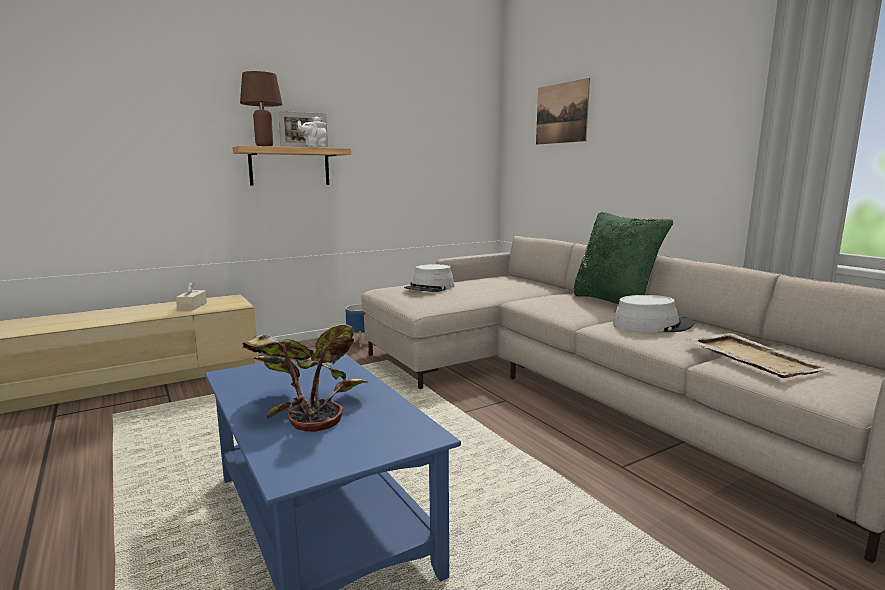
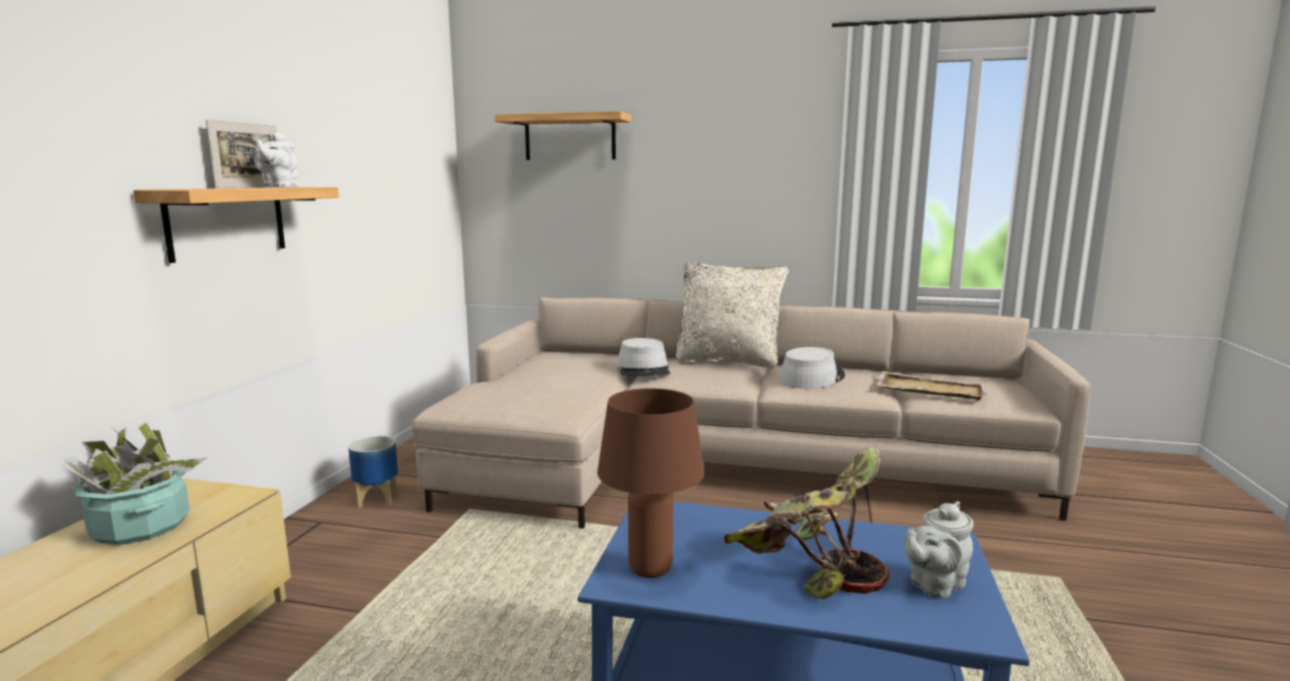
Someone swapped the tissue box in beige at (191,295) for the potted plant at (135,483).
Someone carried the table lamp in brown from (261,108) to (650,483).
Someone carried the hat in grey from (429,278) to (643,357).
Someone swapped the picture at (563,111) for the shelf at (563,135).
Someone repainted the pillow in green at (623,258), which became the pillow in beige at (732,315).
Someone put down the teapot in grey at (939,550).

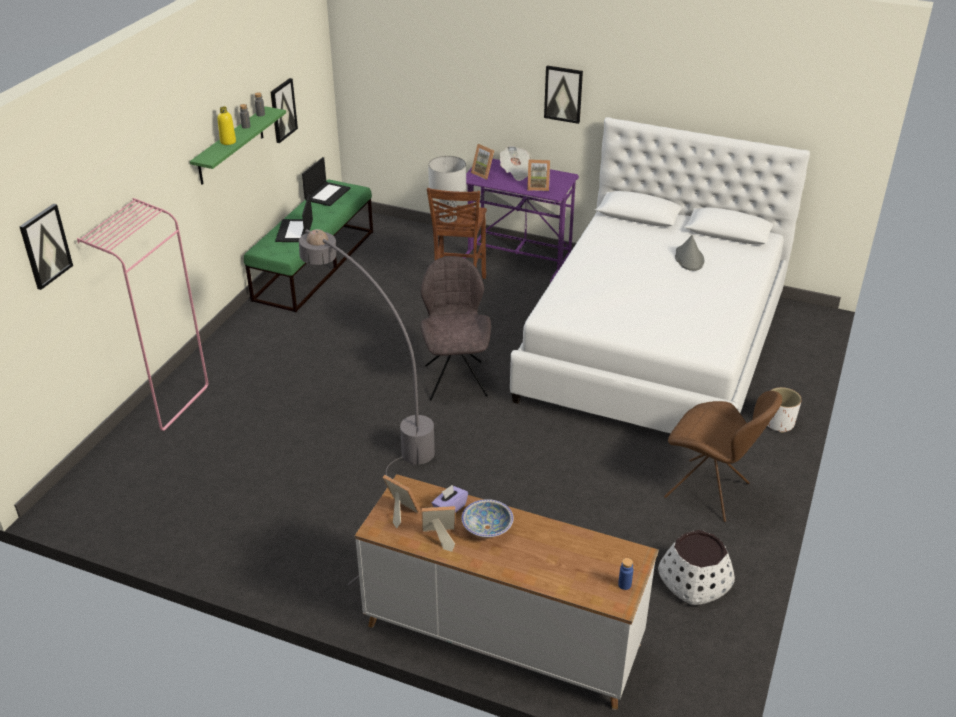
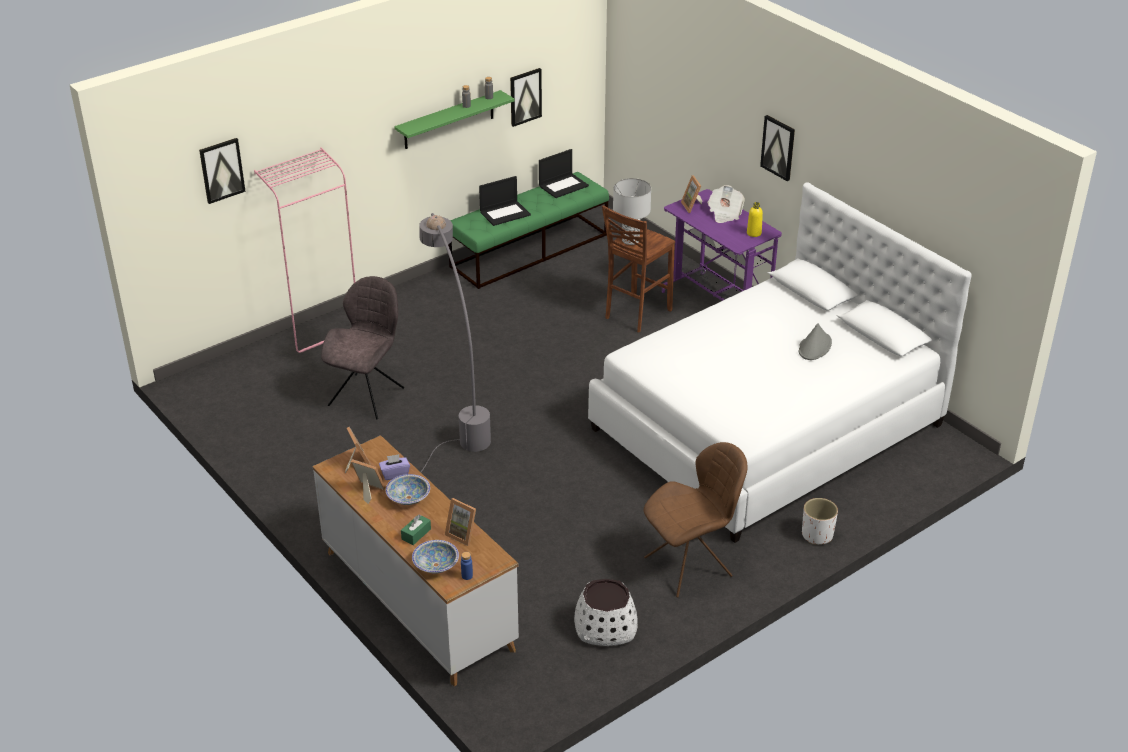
Someone carried the bottle in yellow from (227,125) to (755,219).
Someone rotated the laptop at (294,218) by 150 degrees counterclockwise.
Someone carried the chair in grey from (455,328) to (362,347).
Someone carried the picture frame from (538,175) to (460,522).
Someone rotated the chair in brown at (723,456) by 90 degrees counterclockwise.
Someone put down the tissue box in green at (416,529).
Someone put down the bowl at (435,556).

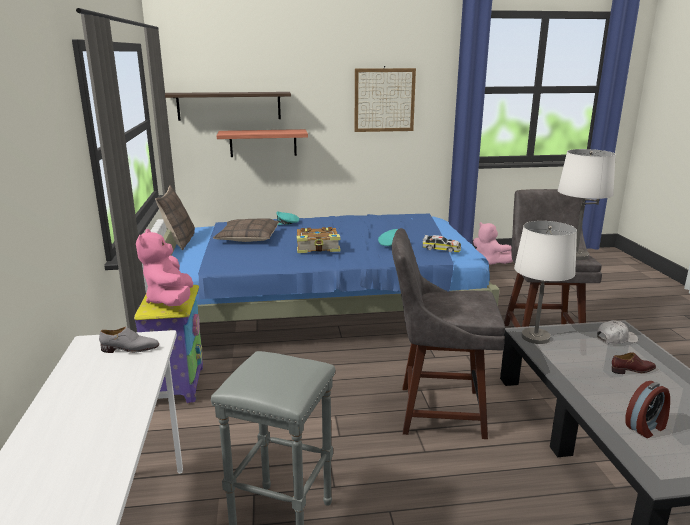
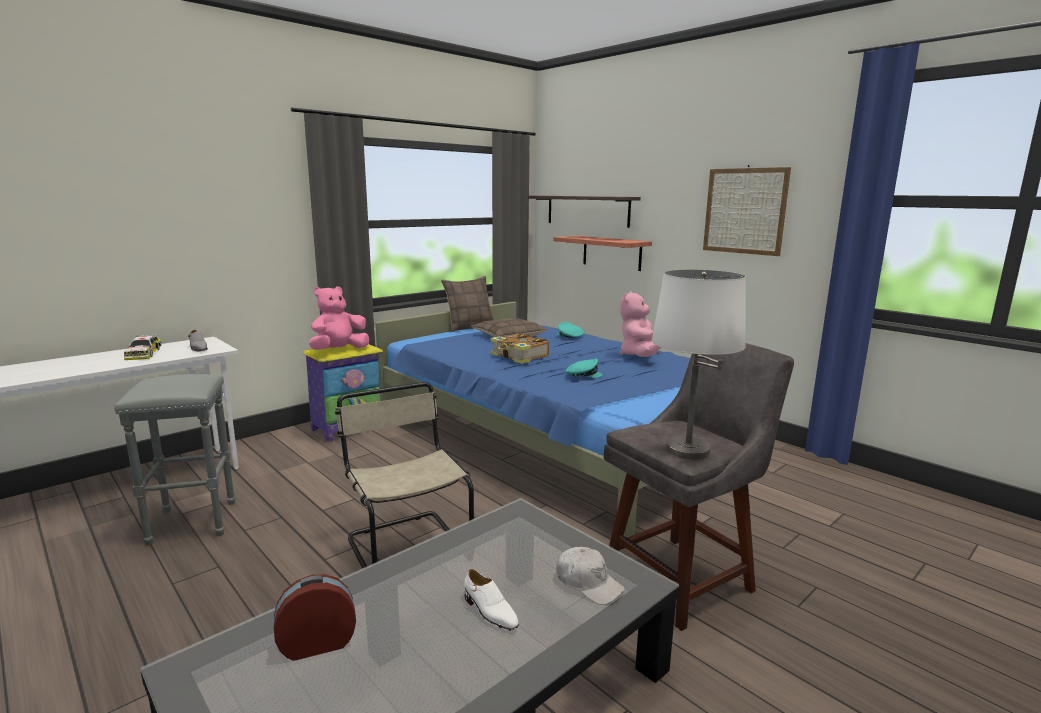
Someone swapped the stool in grey at (448,333) for the chair in beige at (404,475).
Someone carried the toy car from (442,243) to (143,347).
Someone carried the plush toy in pink from (493,243) to (640,324).
Someone took away the table lamp in white at (545,282).
Someone repainted the shoe in brown at (634,363), which became the shoe in white at (491,600).
Someone rotated the alarm clock at (647,409) by 135 degrees clockwise.

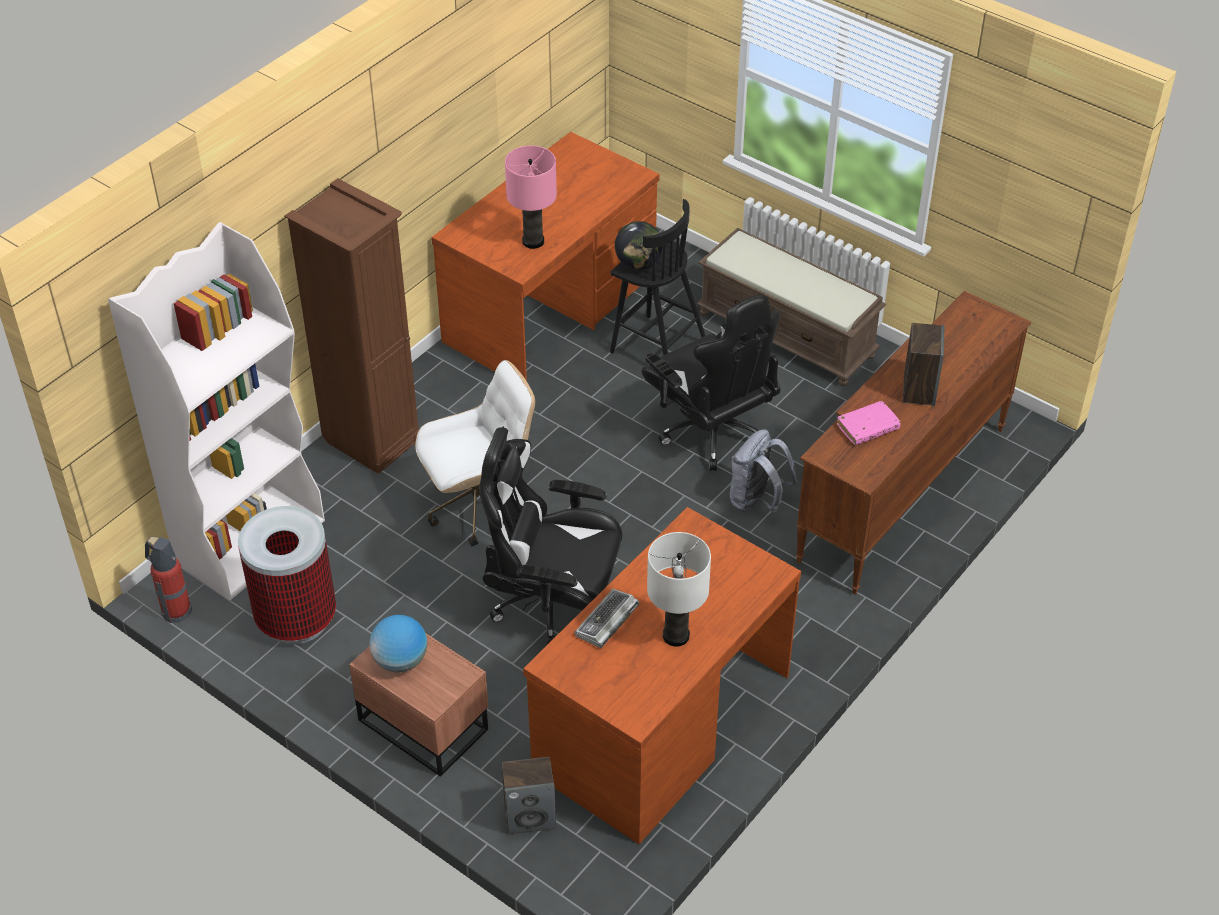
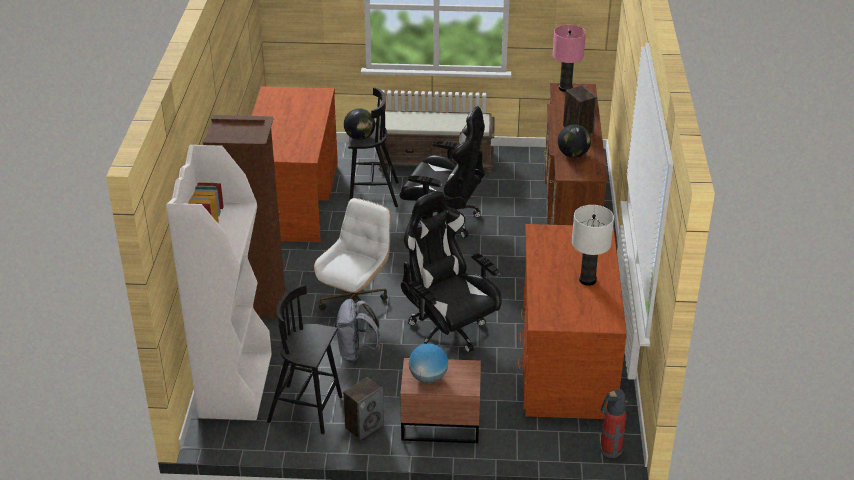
Someone carried the fire extinguisher from (168,580) to (614,423).
Someone swapped the trash can at (287,575) for the stool in black at (304,359).
Someone rotated the office chair in black at (551,535) by 75 degrees clockwise.
Someone carried the speaker from (529,795) to (363,408).
Someone carried the table lamp in pink from (531,197) to (569,58).
Someone took away the keyboard at (607,618).
Someone carried the backpack in grey from (764,471) to (358,330).
Someone swapped the book in pink at (869,423) for the globe at (574,141).

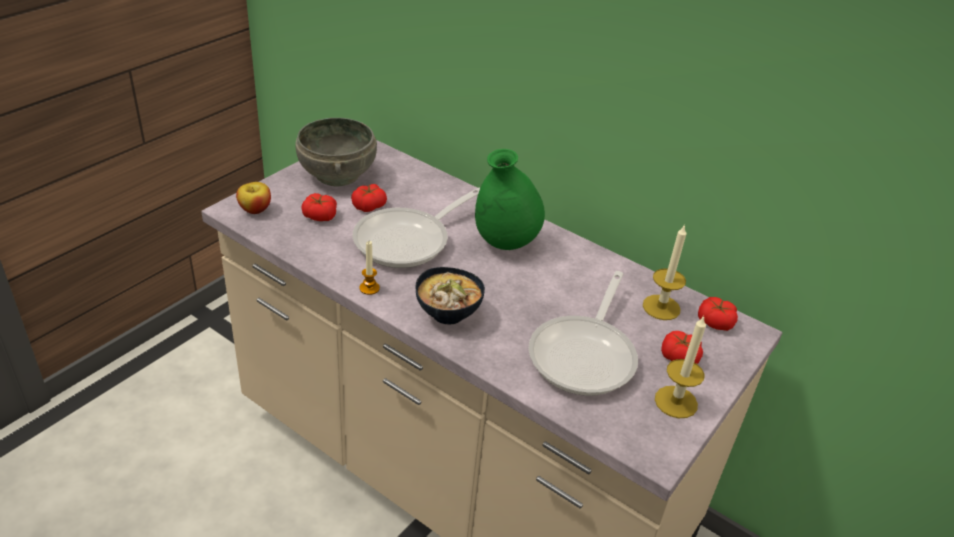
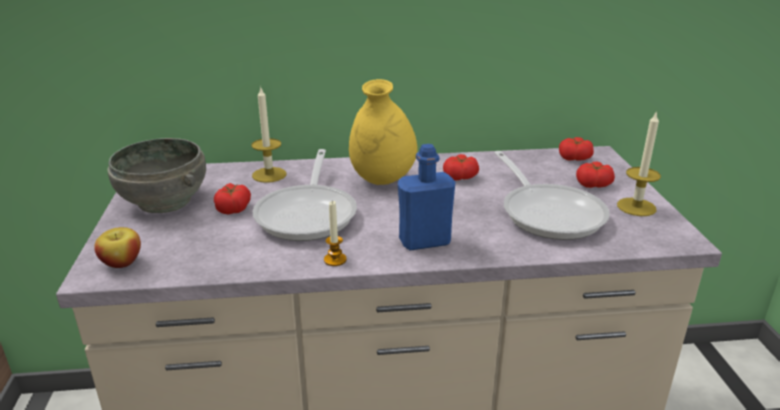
Someone carried the tomato from (319,207) to (461,167).
Someone swapped the bowl at (450,296) for the bottle in blue at (426,197).
Someone repainted the vase in green at (510,199), which became the vase in yellow at (383,132).
Someone carried the candle from (665,272) to (268,134).

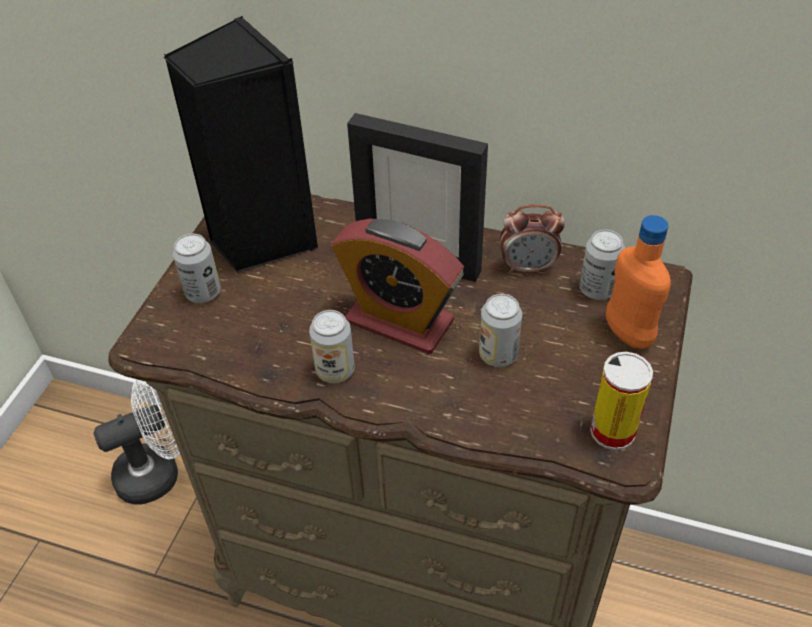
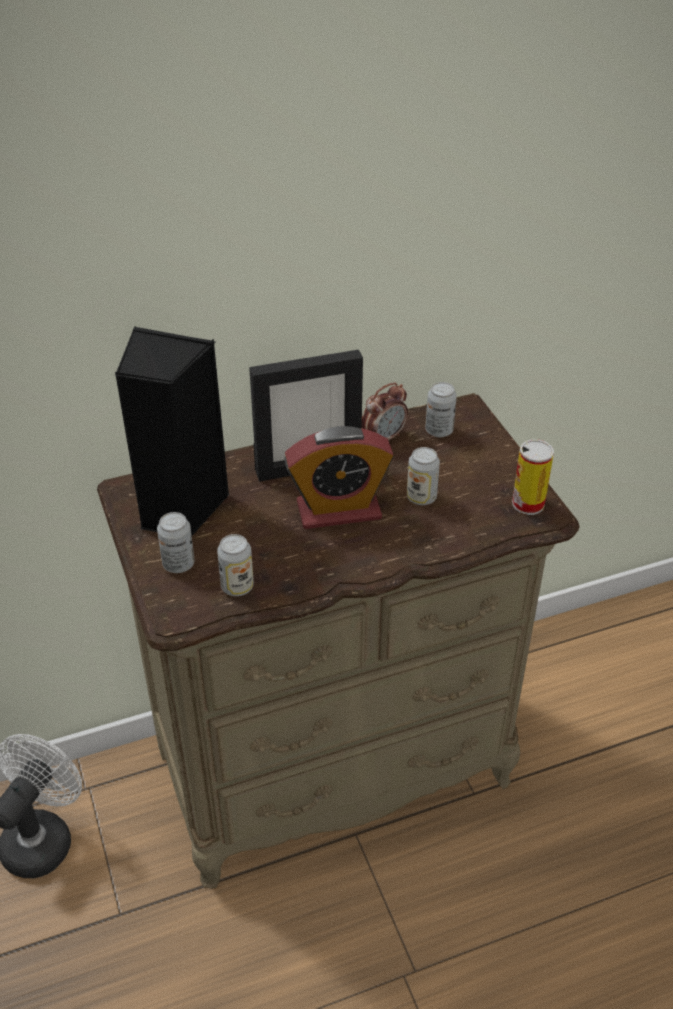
Someone carried the can from (332,346) to (235,565).
Someone took away the bottle in orange at (638,282).

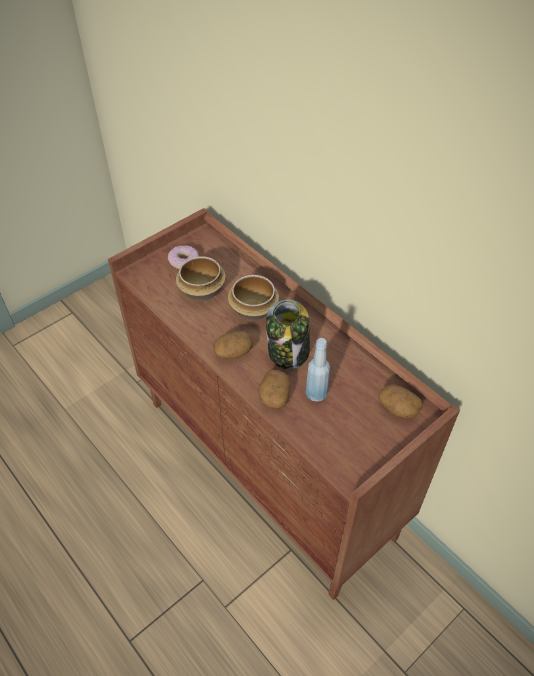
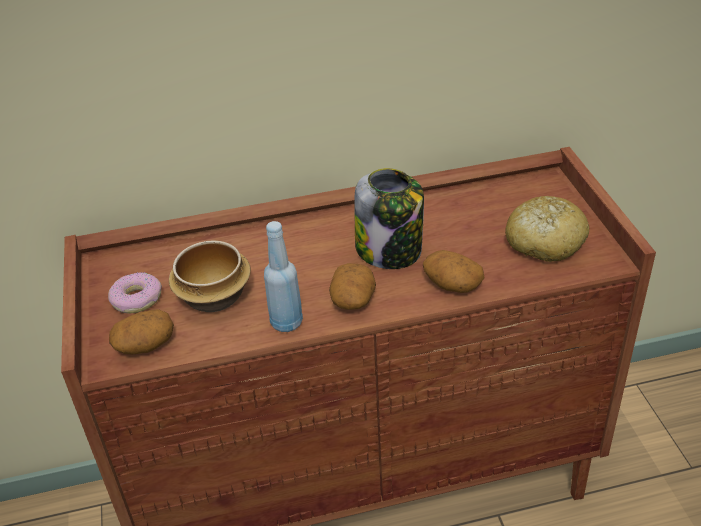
Someone took away the bowl at (253,298).
Someone carried the bottle in blue from (318,370) to (283,276).
Someone carried the potato from (401,401) to (141,331).
Someone put down the bread at (547,229).

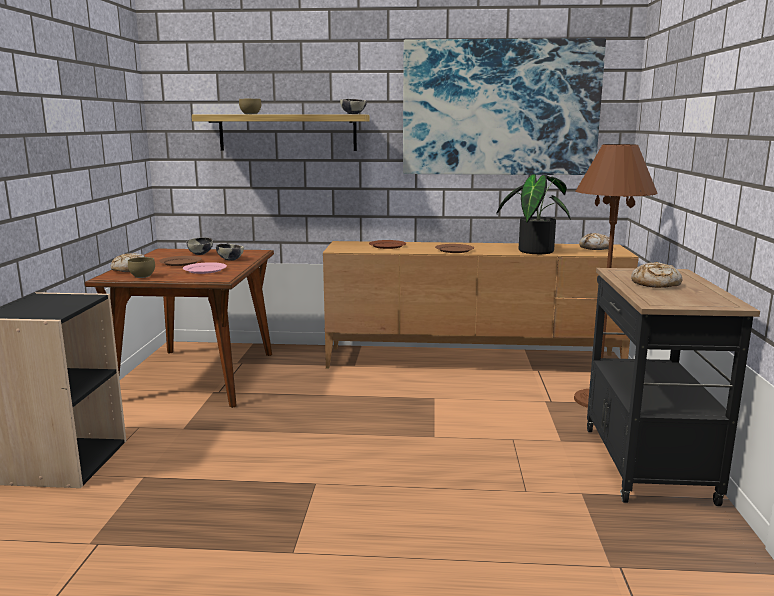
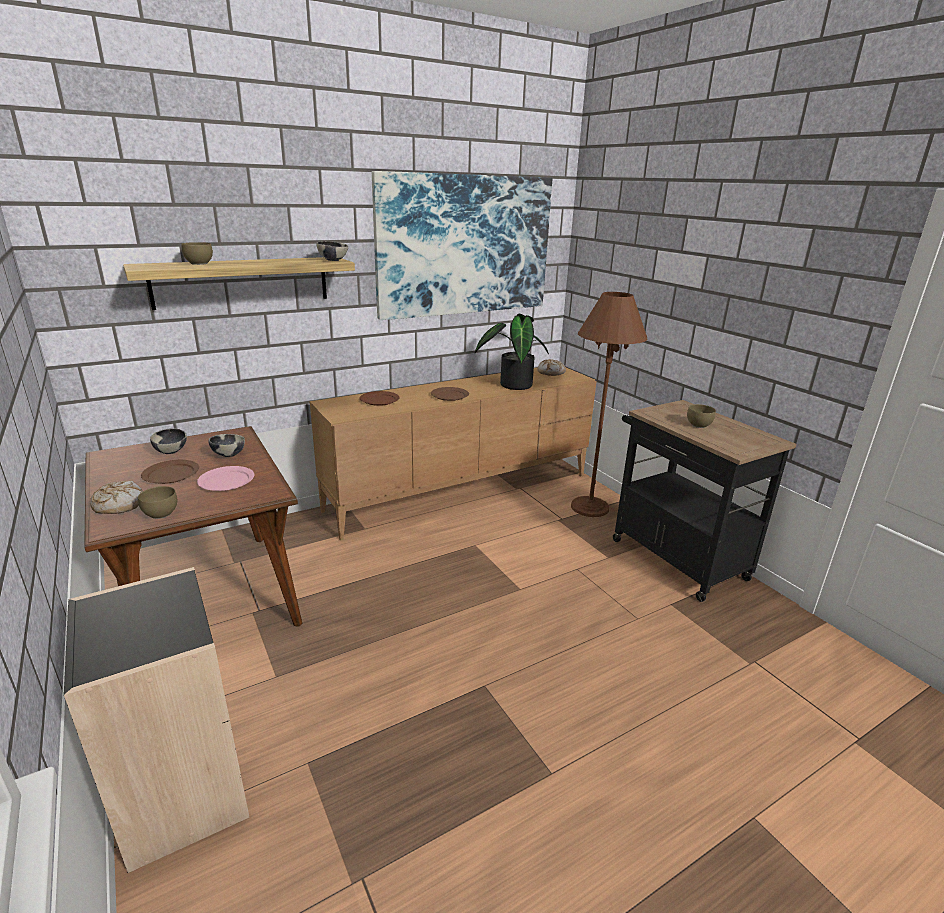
Someone swapped the bread at (656,275) for the bowl in brown at (701,416).

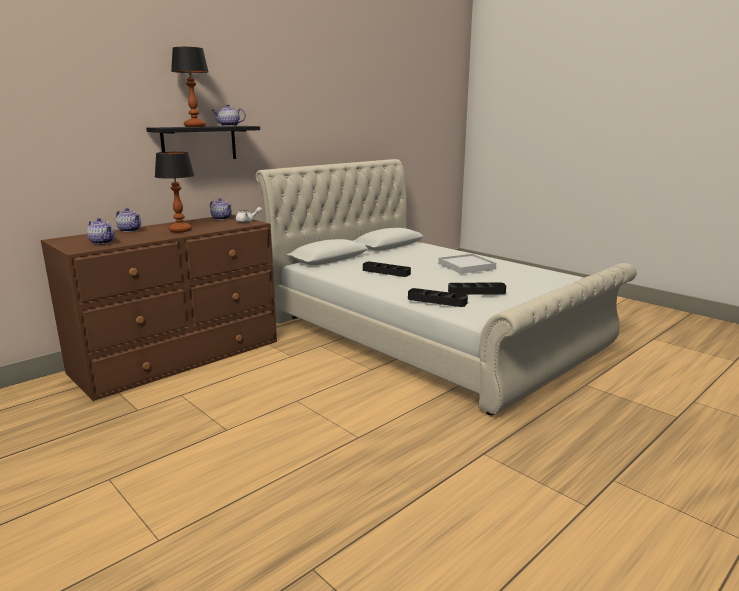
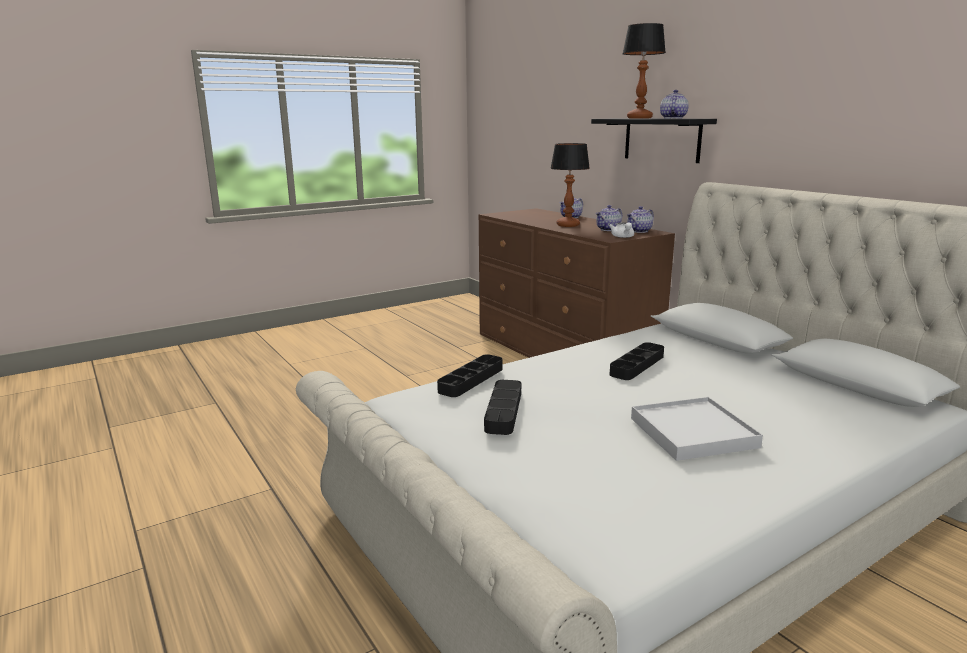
Someone carried the teapot from (101,231) to (609,218).

